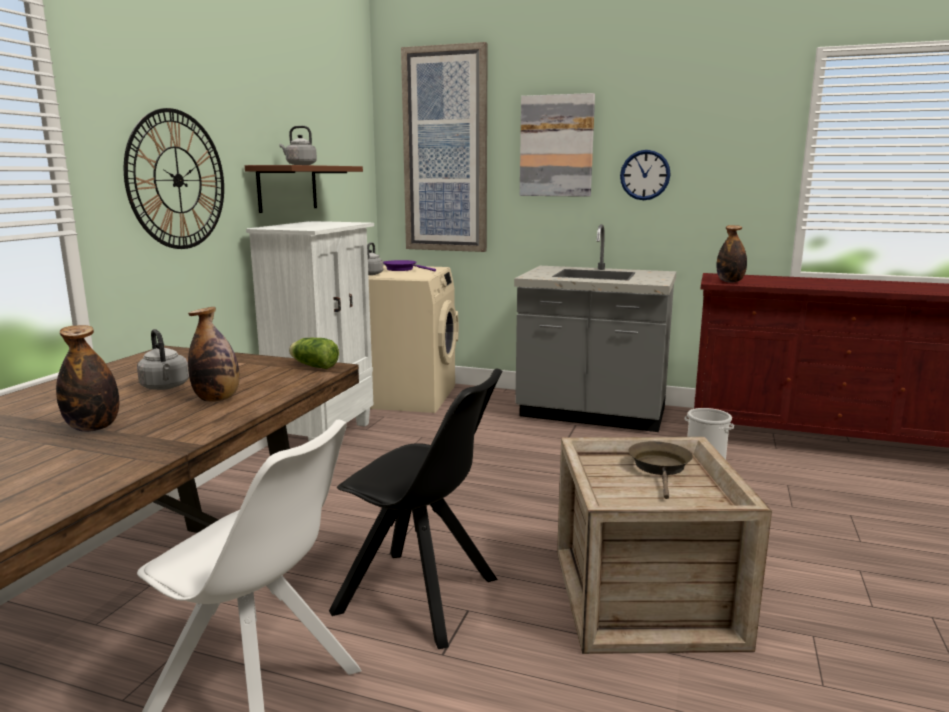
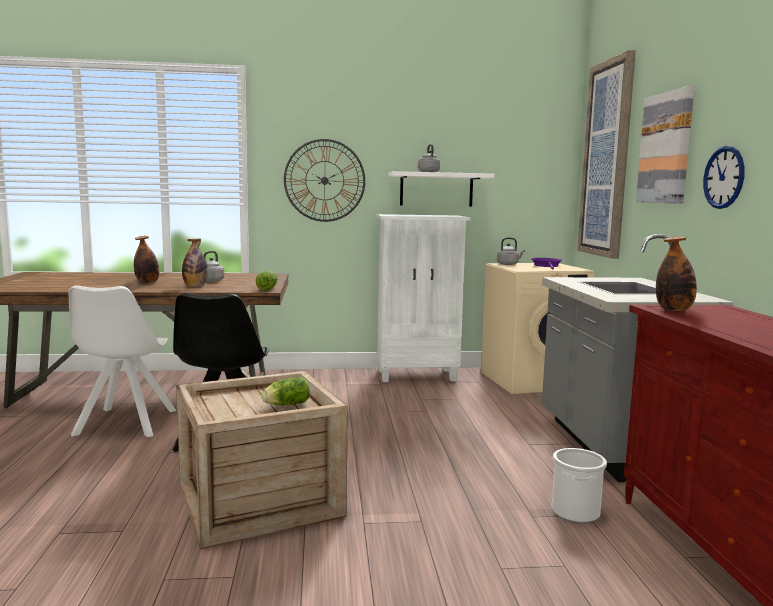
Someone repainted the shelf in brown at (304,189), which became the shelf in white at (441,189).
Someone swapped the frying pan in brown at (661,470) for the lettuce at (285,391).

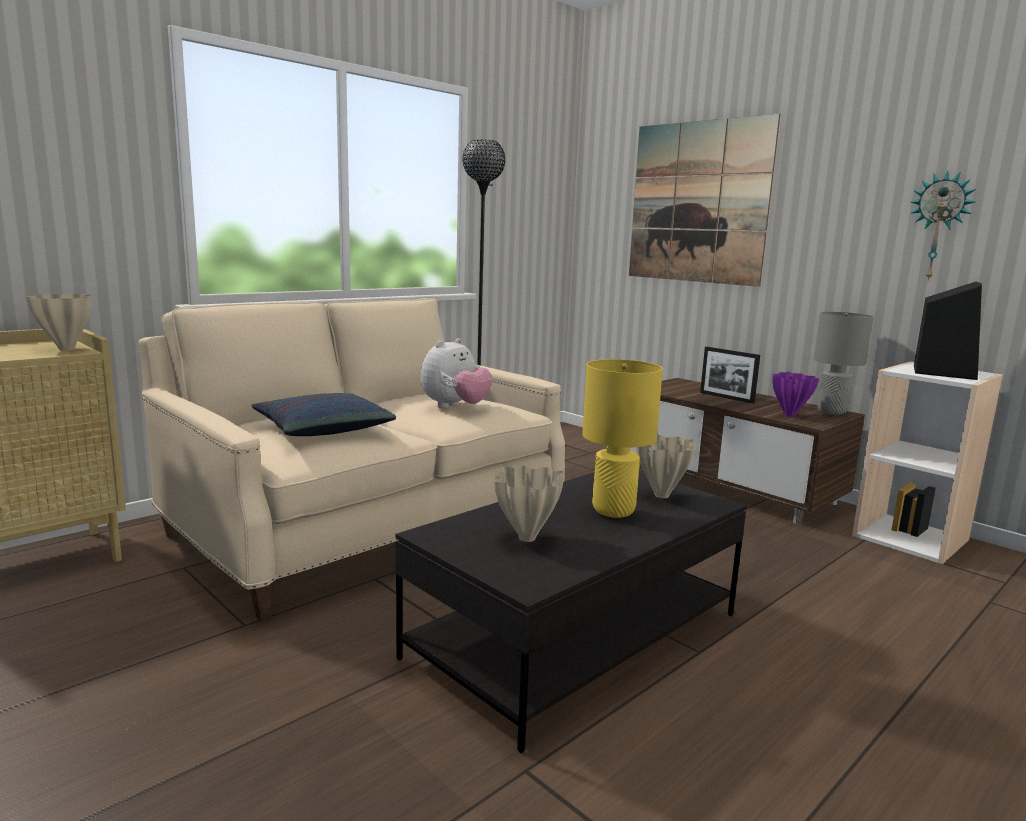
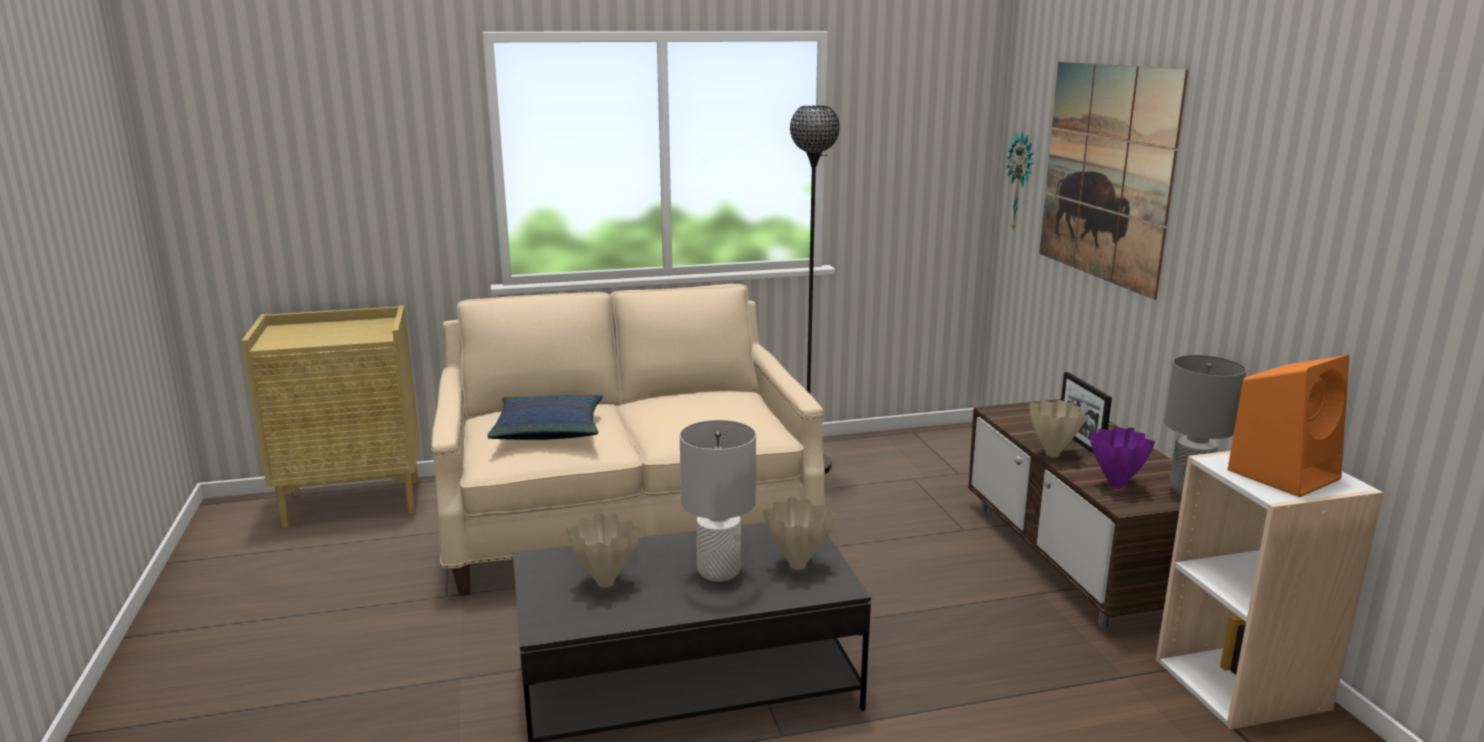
Someone carried the vase in beige from (59,322) to (1057,428).
Someone took away the plush toy at (457,373).
Someone repainted the table lamp in yellow at (622,438), which became the table lamp in grey at (718,501).
Someone carried the wall clock from (943,225) to (1020,181).
Someone repainted the speaker in black at (948,330), which became the speaker in orange at (1288,426).

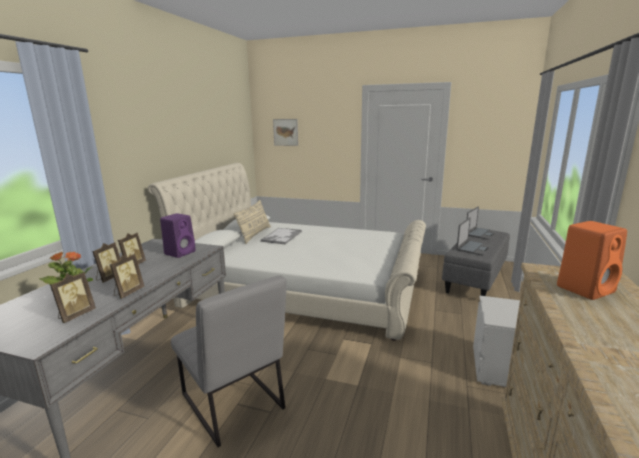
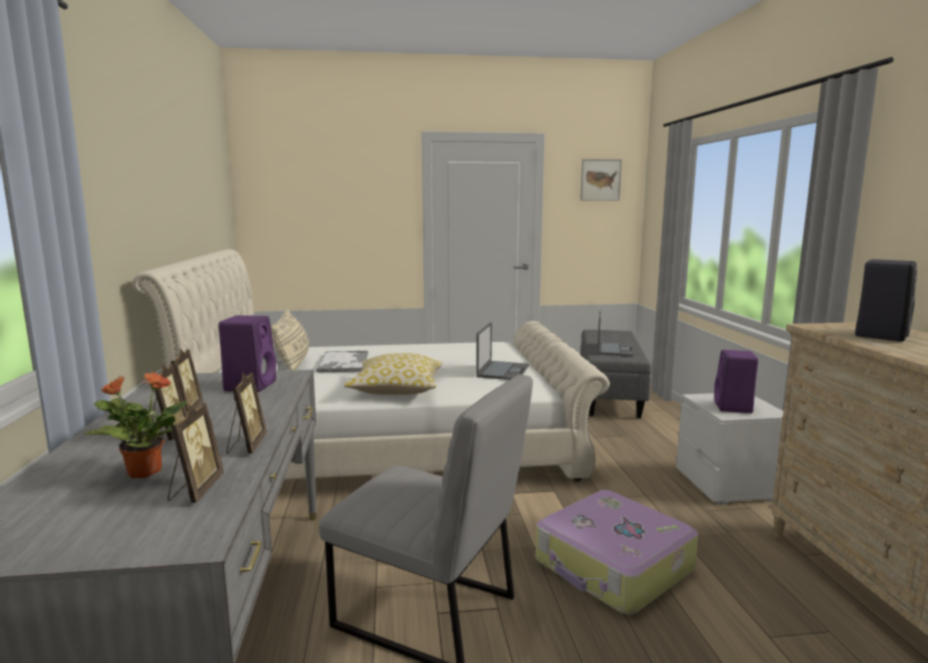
Someone carried the picture from (285,132) to (601,180).
Someone carried the laptop from (483,223) to (502,351).
Someone repainted the speaker in orange at (592,260), which became the speaker in black at (886,300).
Someone put down the pillow at (393,374).
Someone put down the suitcase at (616,552).
Someone put down the speaker in purple at (736,381).

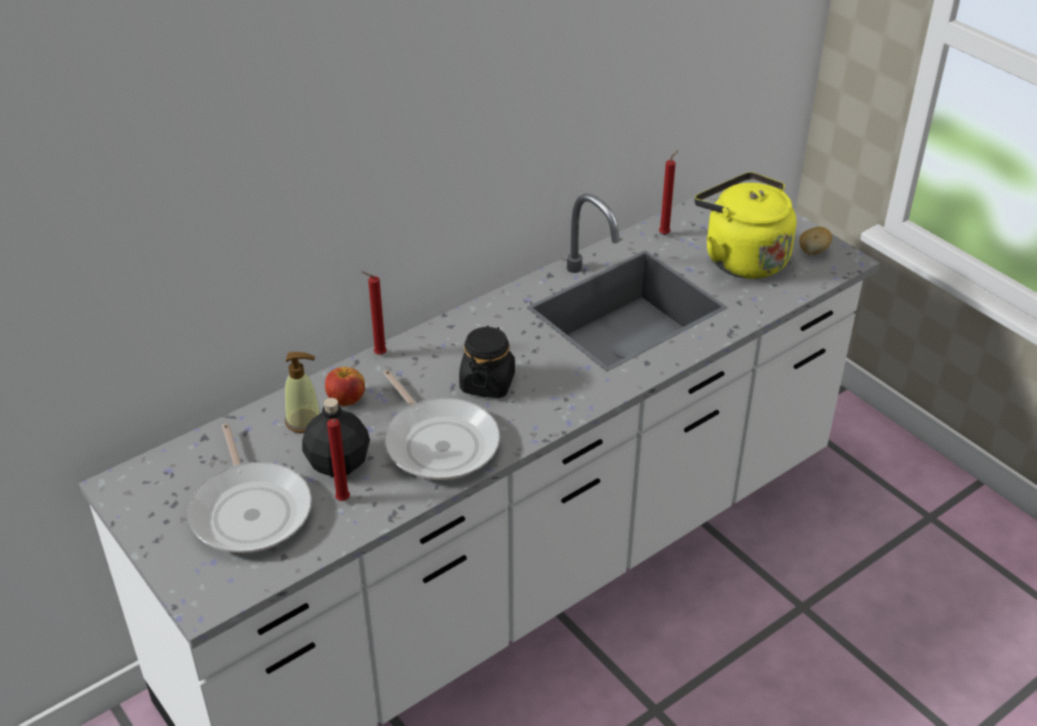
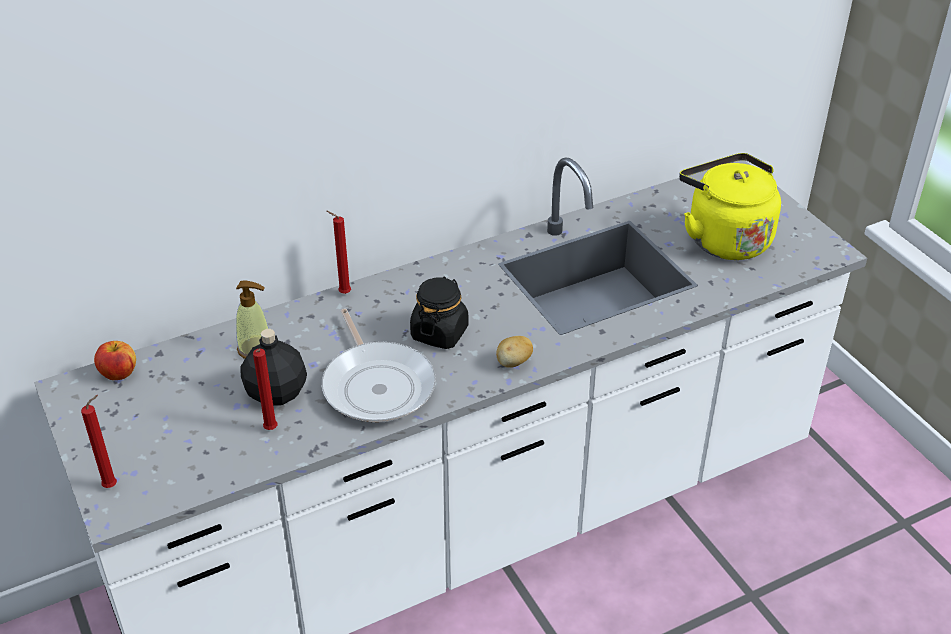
Someone took away the frying pan at (250,488).
Someone carried the apple from (345,386) to (115,360).
Someone carried the candle in red from (668,192) to (99,441).
Someone carried the potato from (815,241) to (514,352).

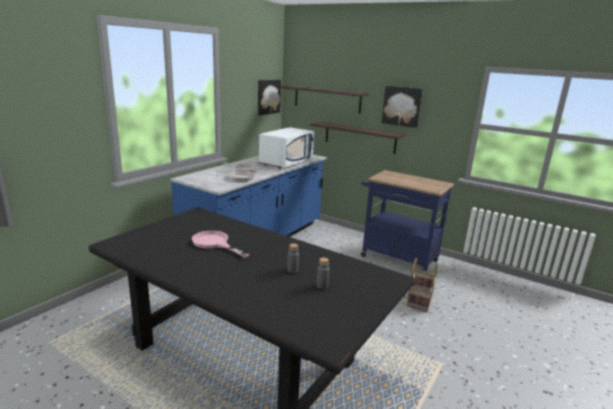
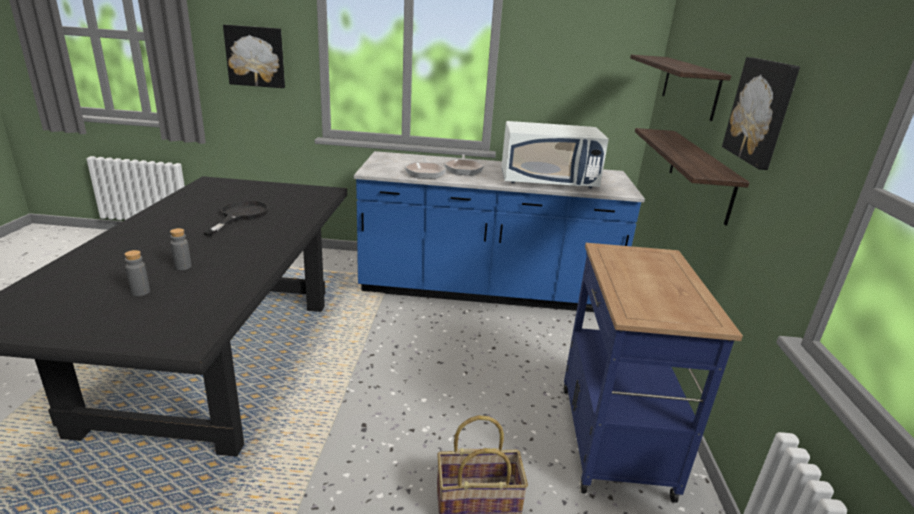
Someone repainted the frying pan in pink at (220,244), which became the frying pan in black at (236,218).
Someone carried the picture from (269,97) to (254,56).

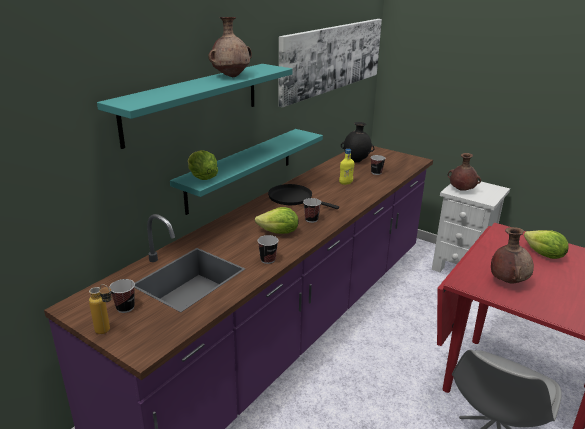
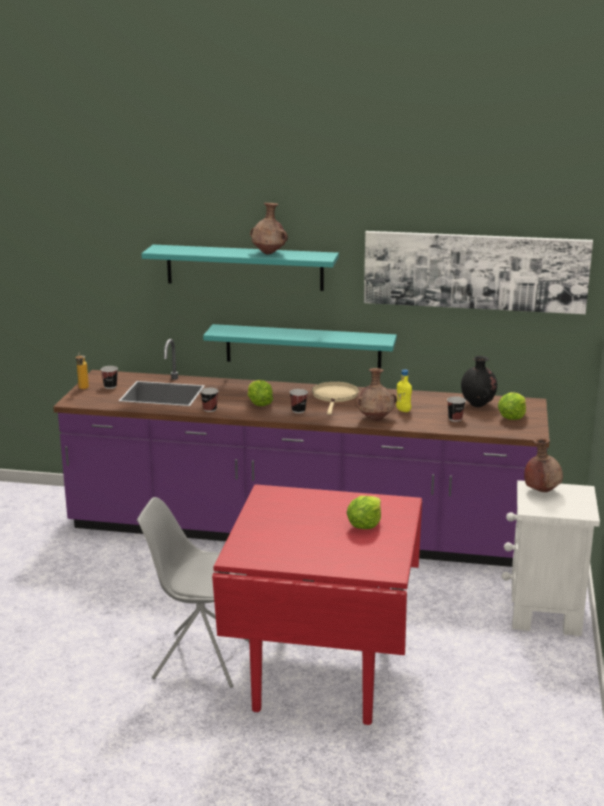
Someone carried the lettuce from (203,165) to (512,406).
Someone repainted the frying pan in black at (303,196), which became the frying pan in beige at (335,398).
Someone carried the vase in brown from (512,255) to (376,394).

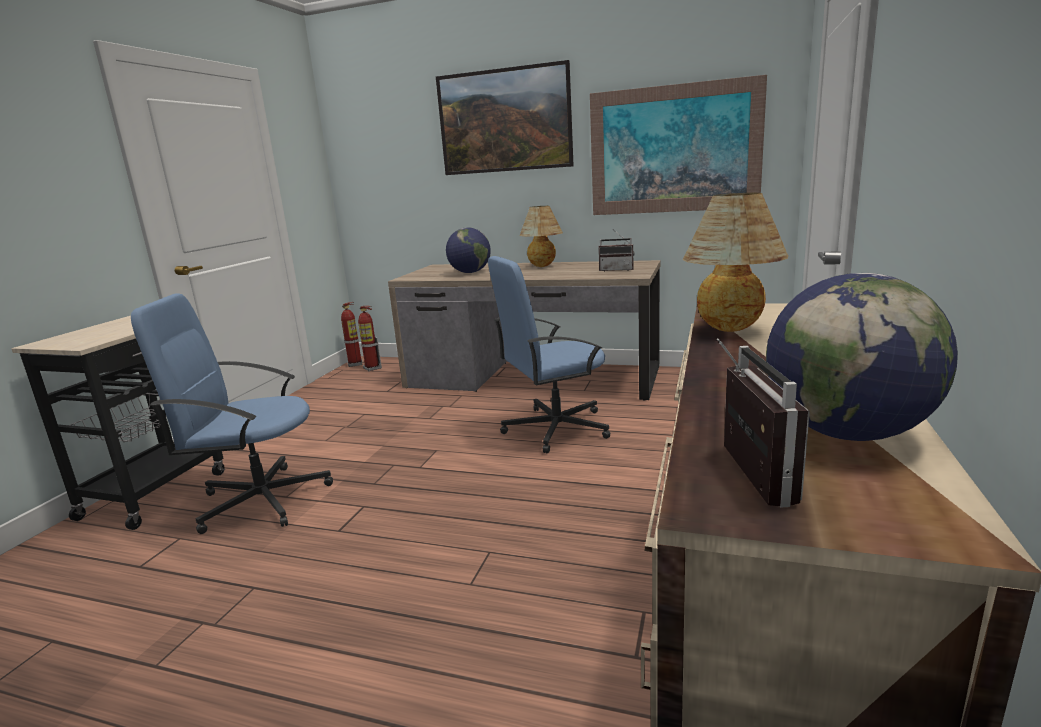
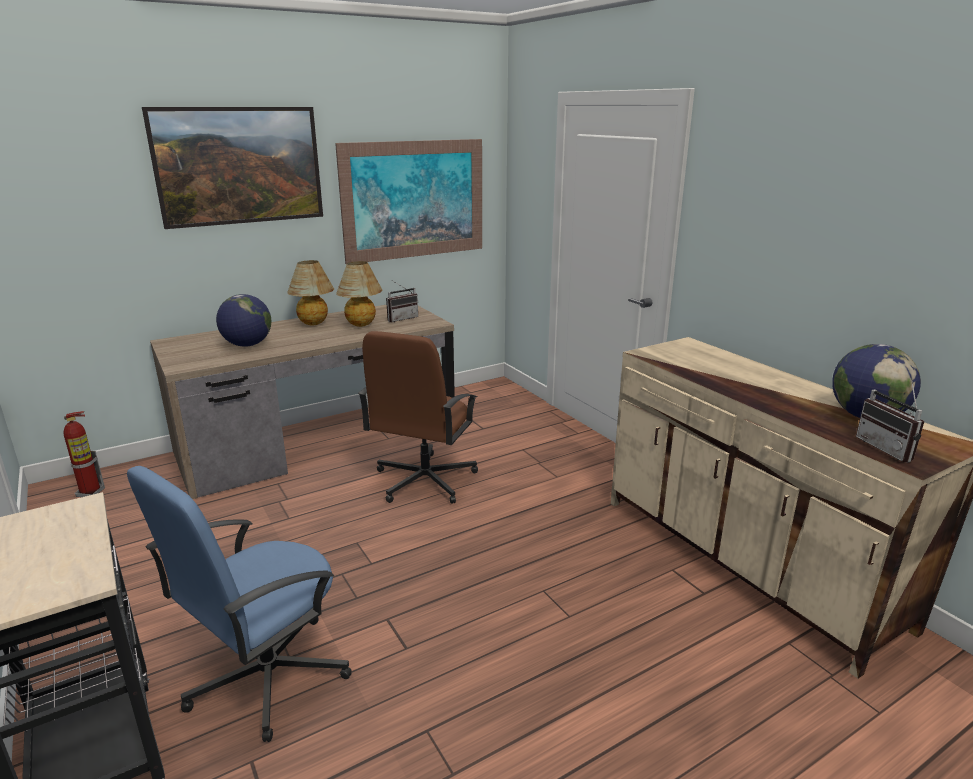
Someone took away the fire extinguisher at (351,334).
Someone repainted the office chair in blue at (549,354), which became the office chair in brown at (418,417).
Someone carried the table lamp from (735,262) to (359,294).
Someone rotated the radio at (763,423) by 150 degrees counterclockwise.

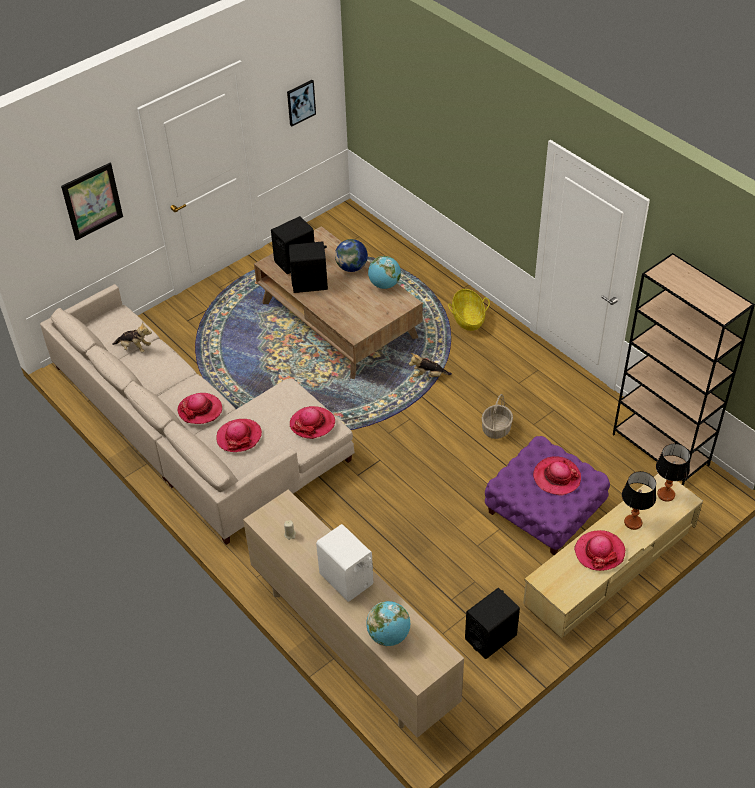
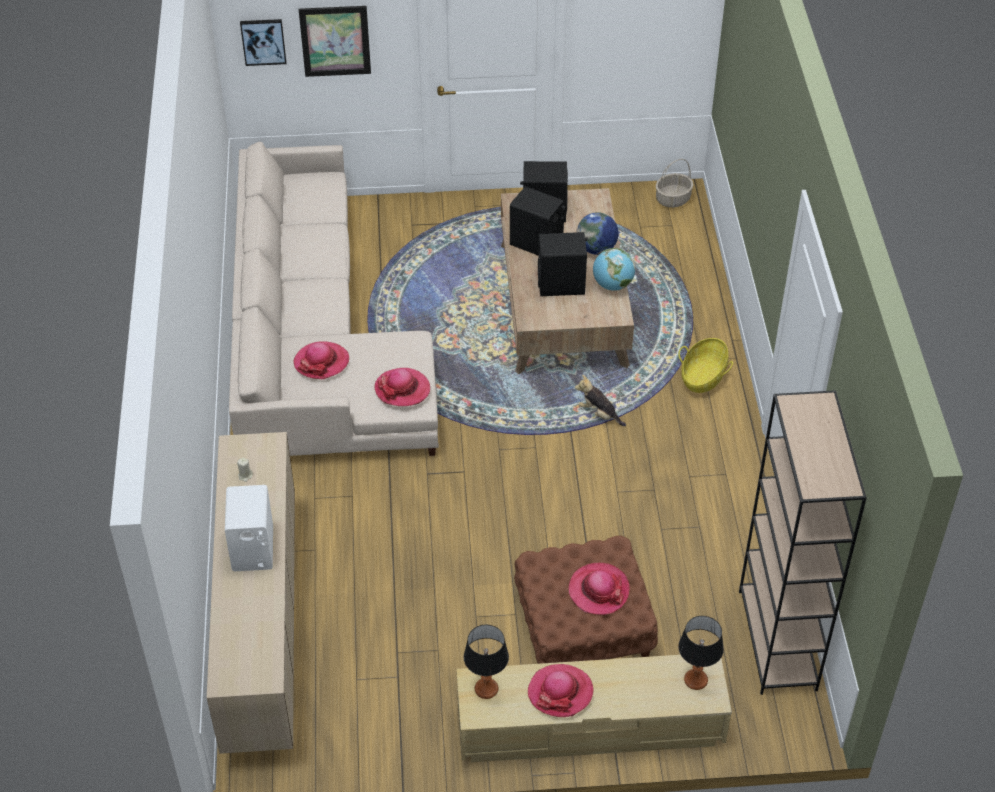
Someone took away the plush toy at (132,337).
Someone took away the hat at (200,408).
Someone carried the picture from (301,103) to (263,42).
Someone took away the globe at (388,623).
Someone carried the speaker in black from (492,623) to (563,264).
Someone carried the basket from (497,416) to (674,183).
Someone repainted the ottoman in purple at (547,495), which became the ottoman in brown at (586,600).
Someone carried the table lamp from (639,500) to (486,662).

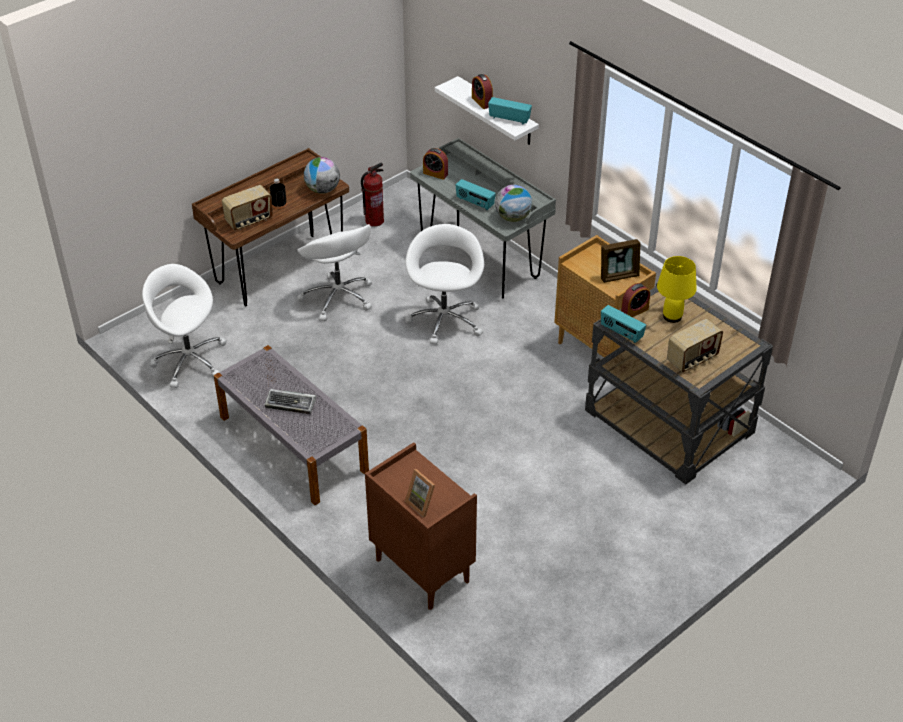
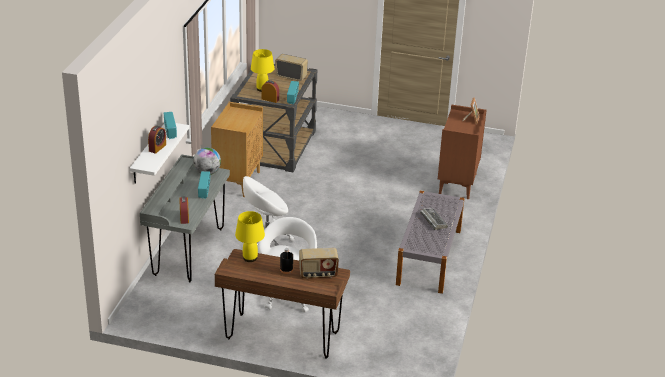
Someone took away the office chair in white at (184,326).
Someone rotated the radio at (247,207) by 150 degrees clockwise.
Someone swapped the globe at (322,175) for the table lamp in yellow at (250,236).
Someone took away the fire extinguisher at (372,194).
Someone took away the picture frame at (621,261).

